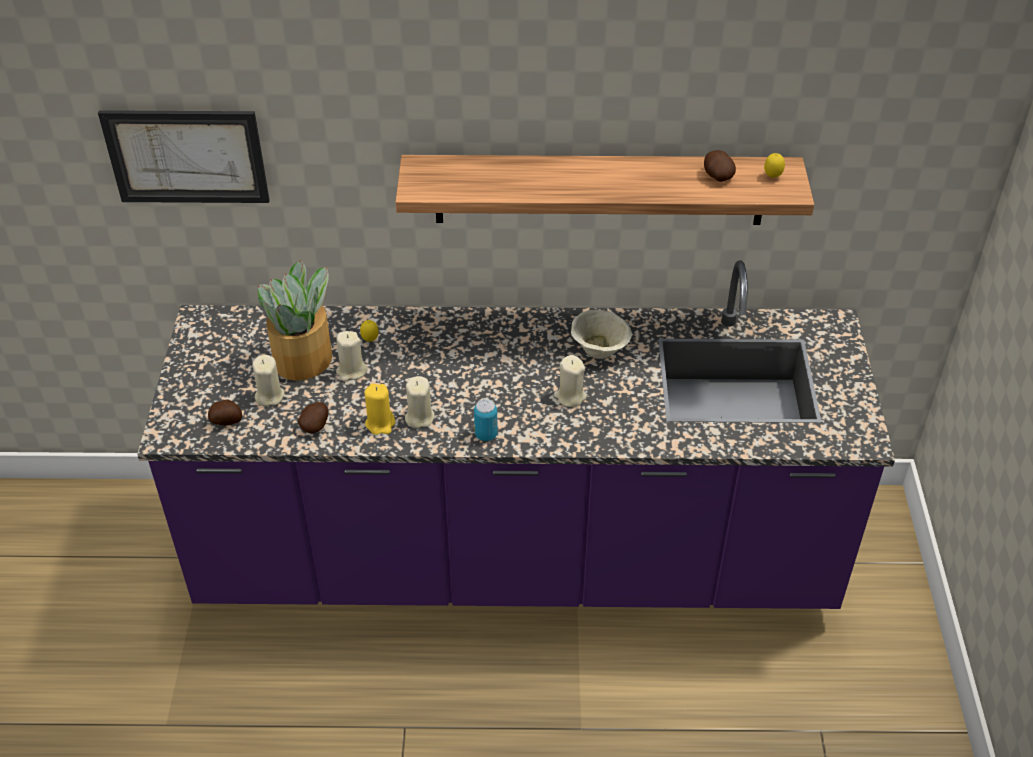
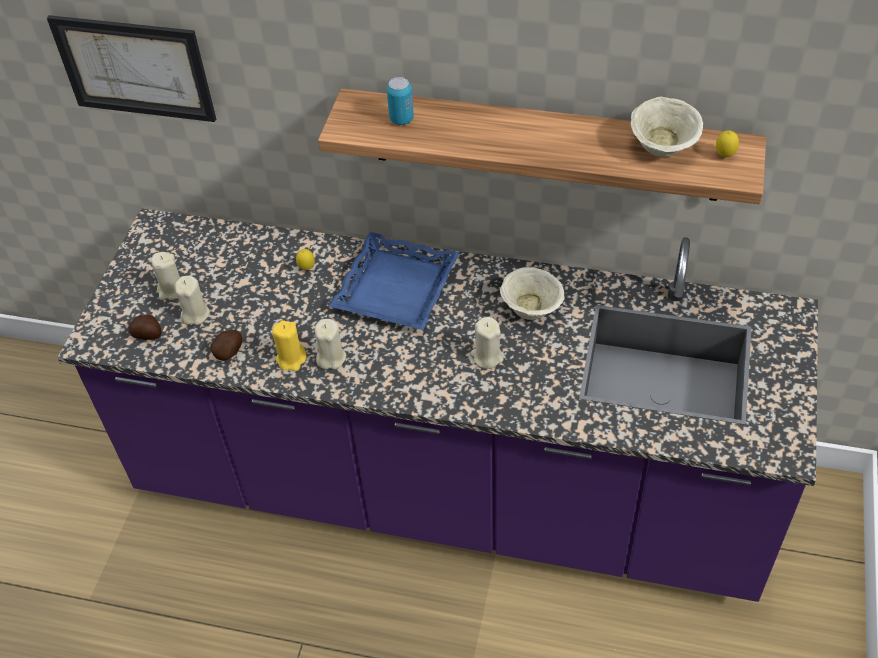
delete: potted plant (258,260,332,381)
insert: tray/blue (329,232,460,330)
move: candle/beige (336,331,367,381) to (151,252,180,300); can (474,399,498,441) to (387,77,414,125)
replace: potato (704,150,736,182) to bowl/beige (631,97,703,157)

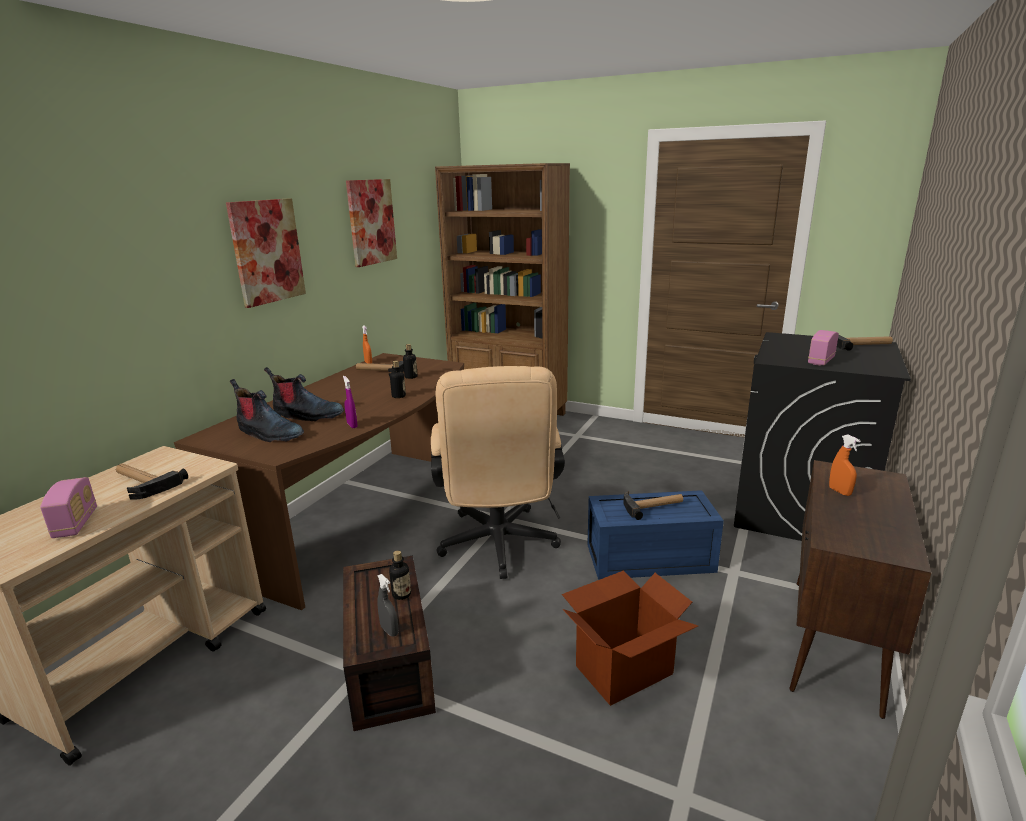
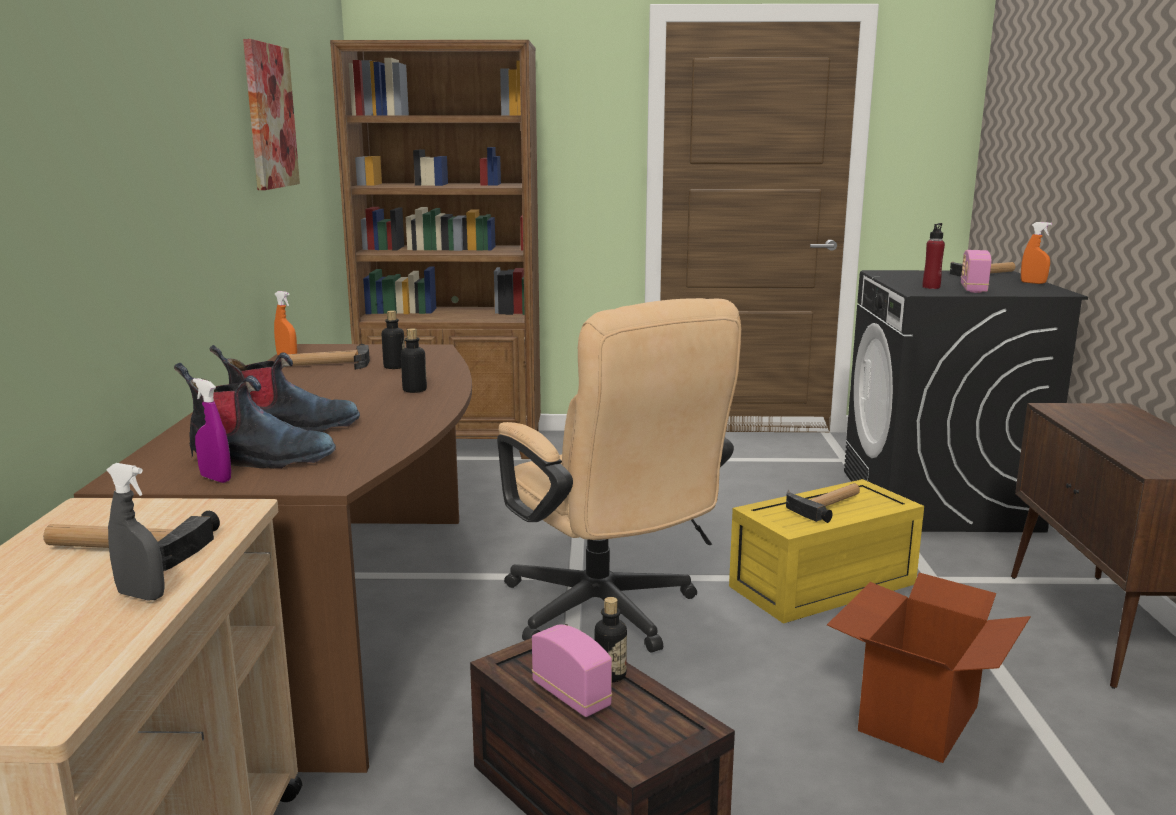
delete: picture (226,198,306,308)
insert: bottle/red (922,223,945,289)
move: radio (40,477,97,538) to (532,624,612,717); spray bottle/purple (343,376,358,428) to (193,378,231,483); spray bottle/grey (377,574,398,637) to (106,463,165,600); spray bottle/orange (829,434,861,496) to (1021,222,1052,284)
recolor: storage box/blue (587,490,724,580) to storage box/yellow (729,479,924,624)

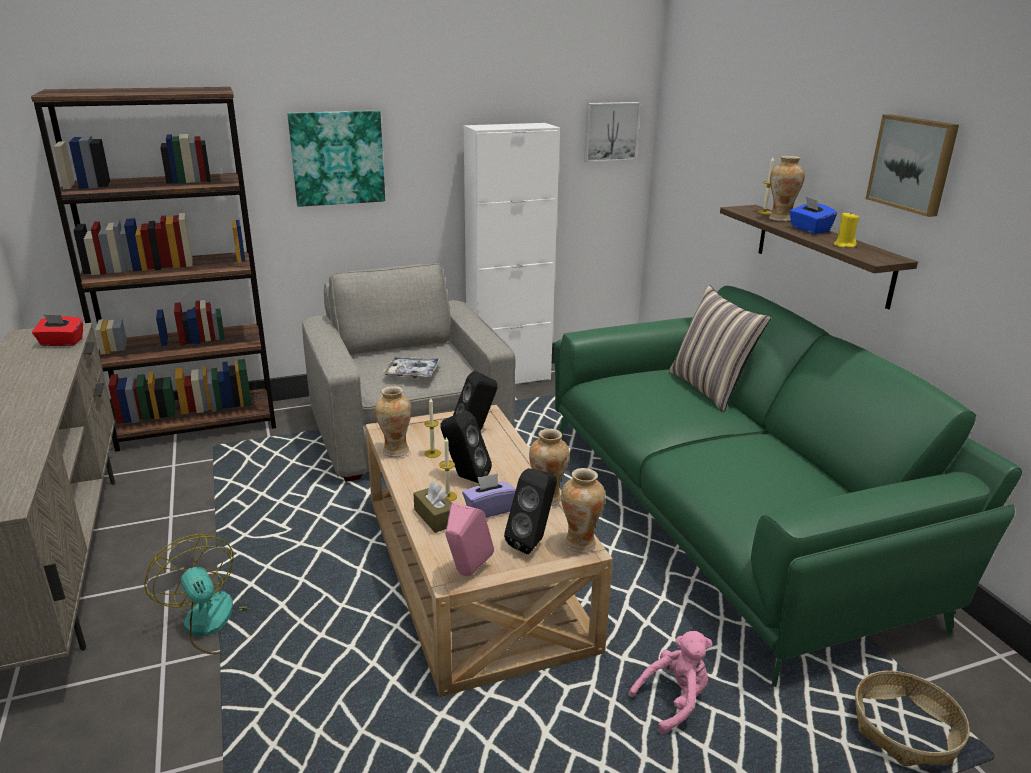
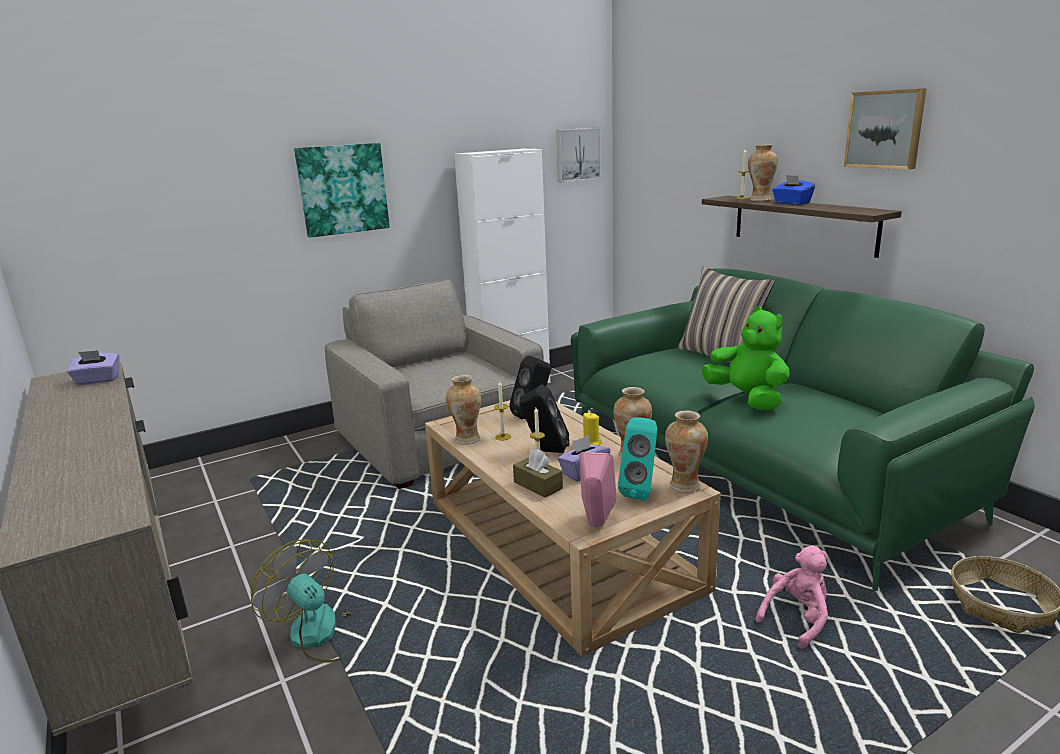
delete: bookcase/brown (31,87,276,452); tray (382,356,441,378)
insert: plush toy/green (702,306,790,410)
move: candle/yellow (834,212,859,248) to (583,412,602,446)
recolor: tissue box/red (32,314,83,346) to tissue box/purple (67,350,120,385); speaker/black (504,468,557,554) to speaker/turquoise (618,418,657,501)

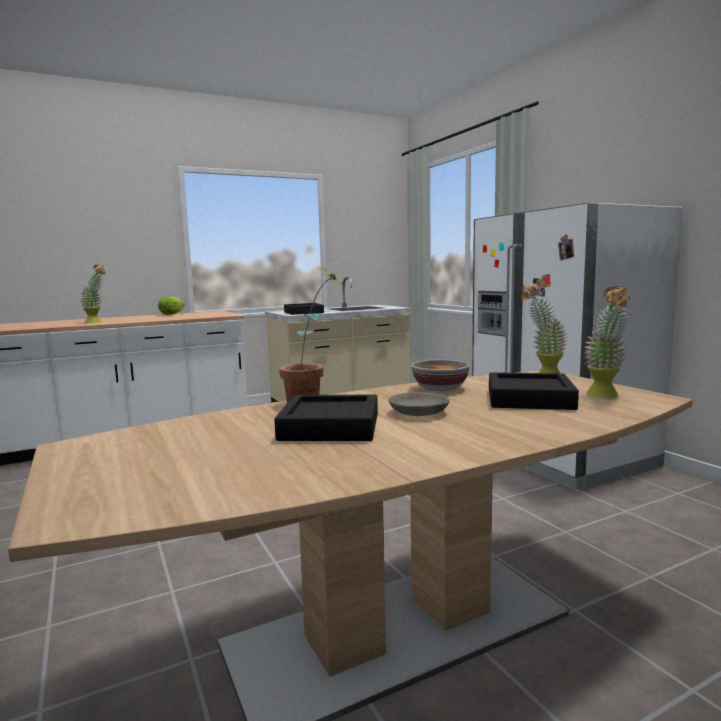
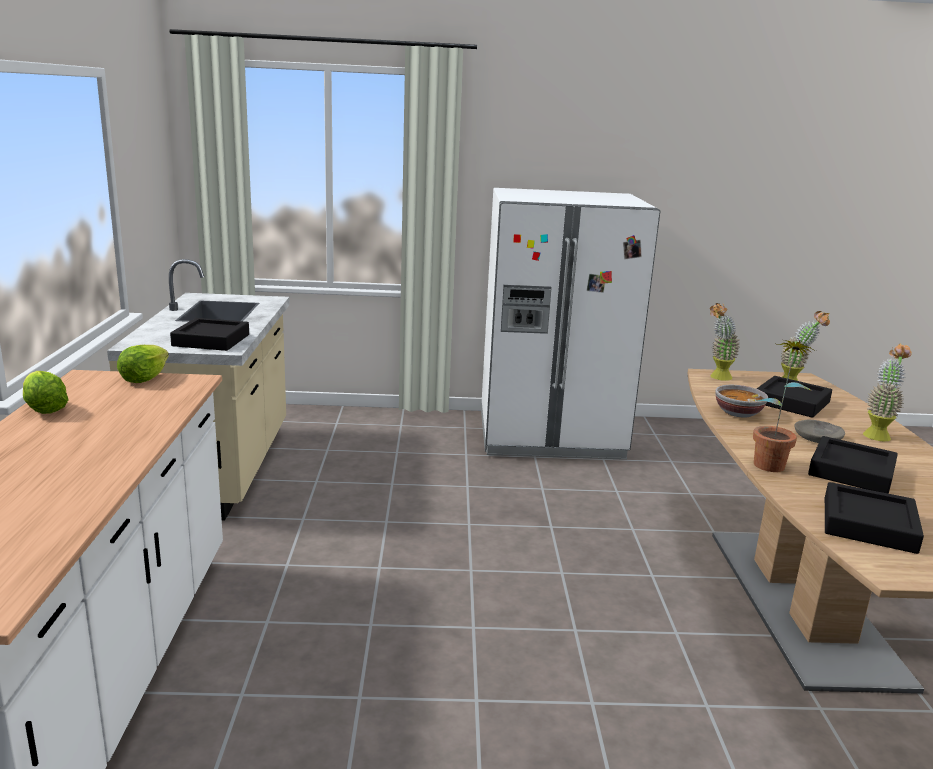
insert: lettuce (117,345,169,383); tray/black (825,482,924,554)
move: potted plant (80,265,105,323) to (863,343,912,441)

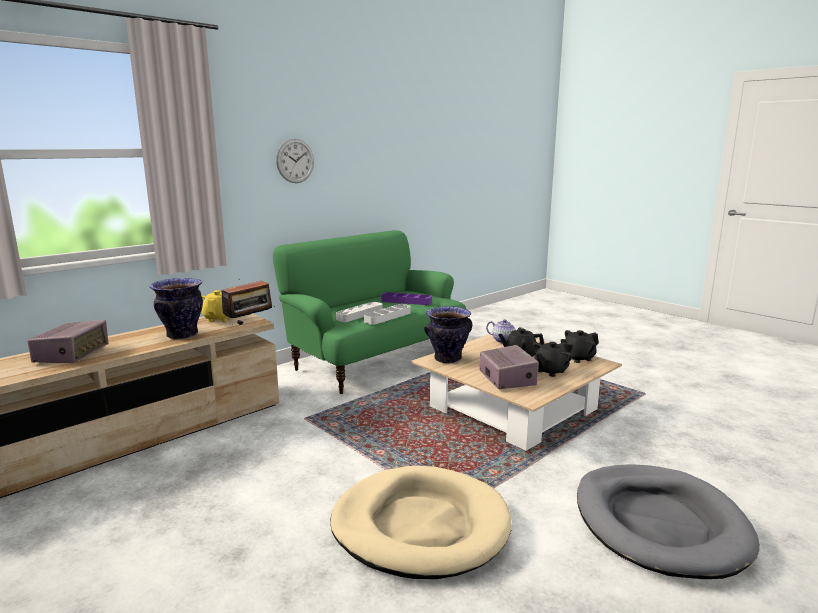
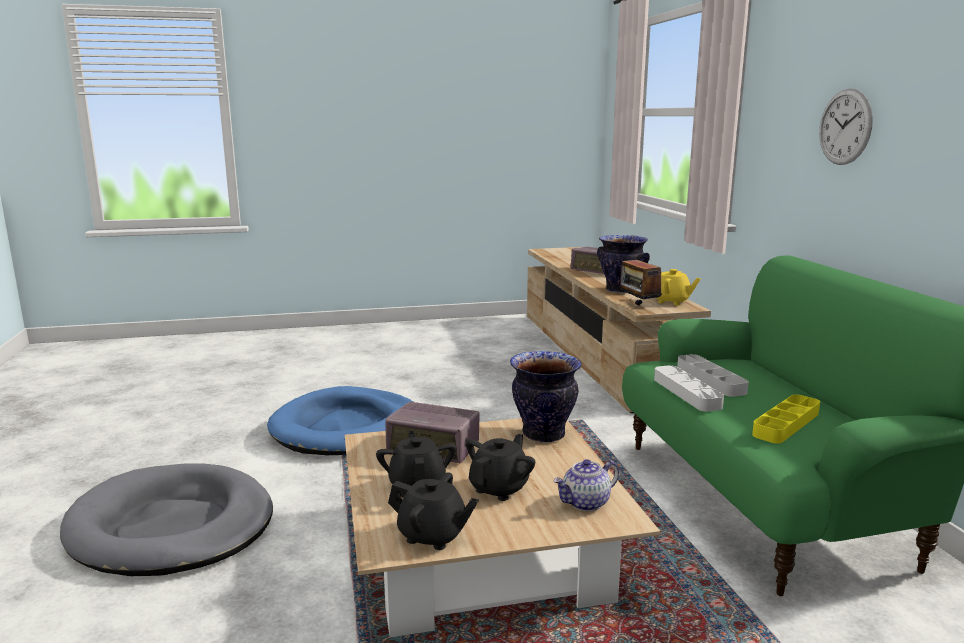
recolor: dog bed/beige (330,466,512,579) to dog bed/blue (267,386,413,455); tray/purple (381,292,432,305) to tray/yellow (752,394,820,443)
rotate: teapot/black (561,330,599,363) = (388,473,479,550) 105 degrees clockwise

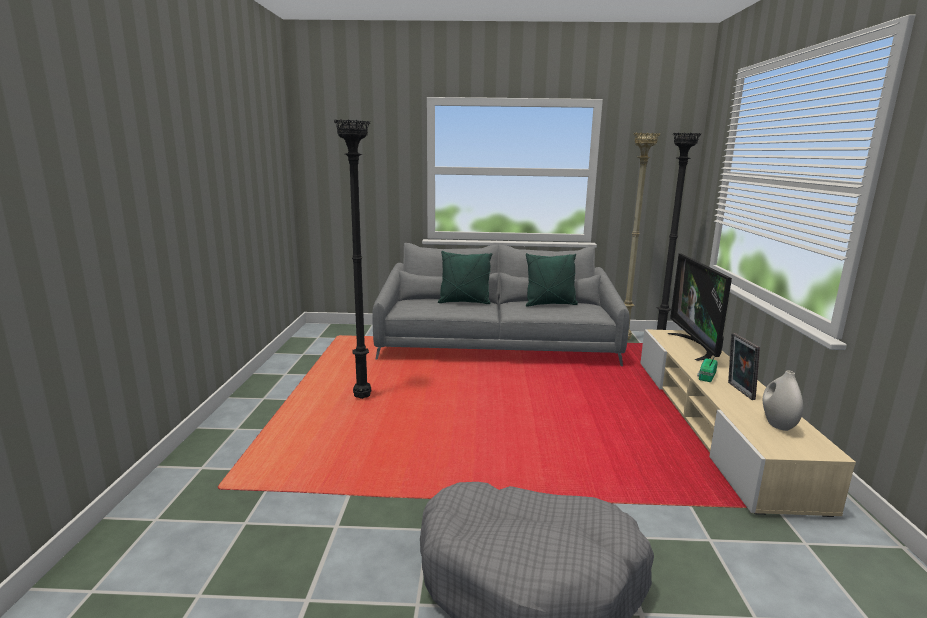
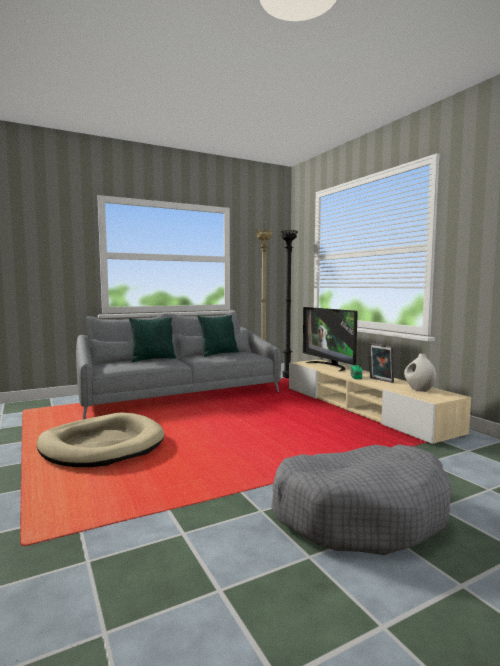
replace: floor lamp/black (334,119,371,399) to dog bed/beige (37,413,165,467)

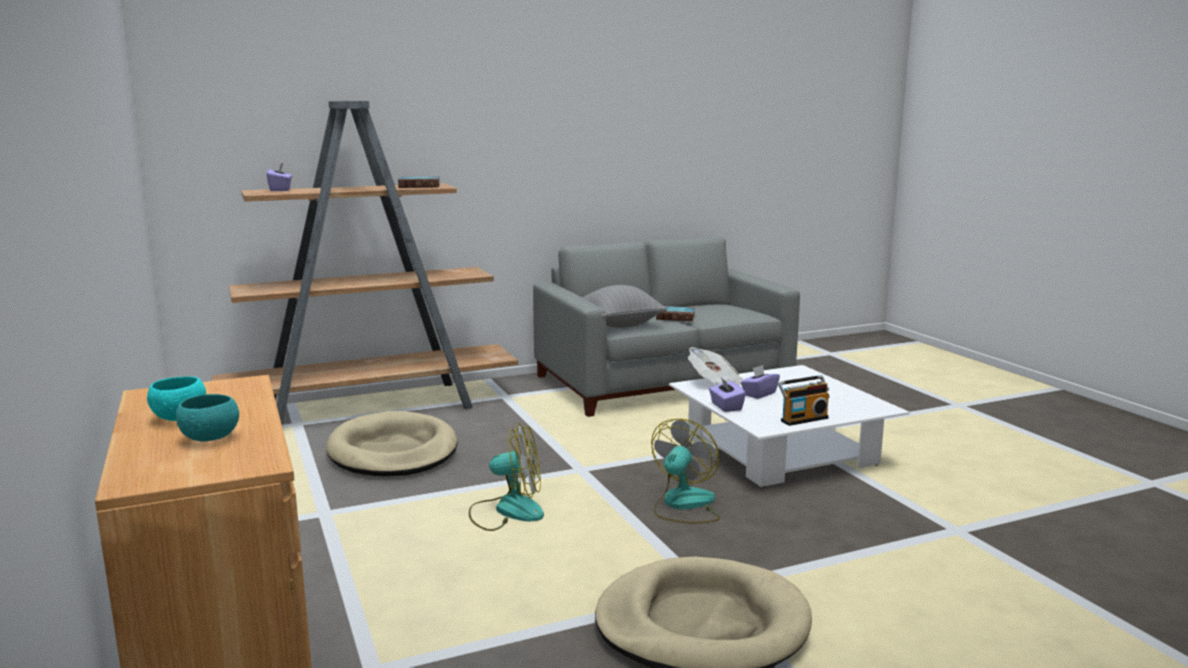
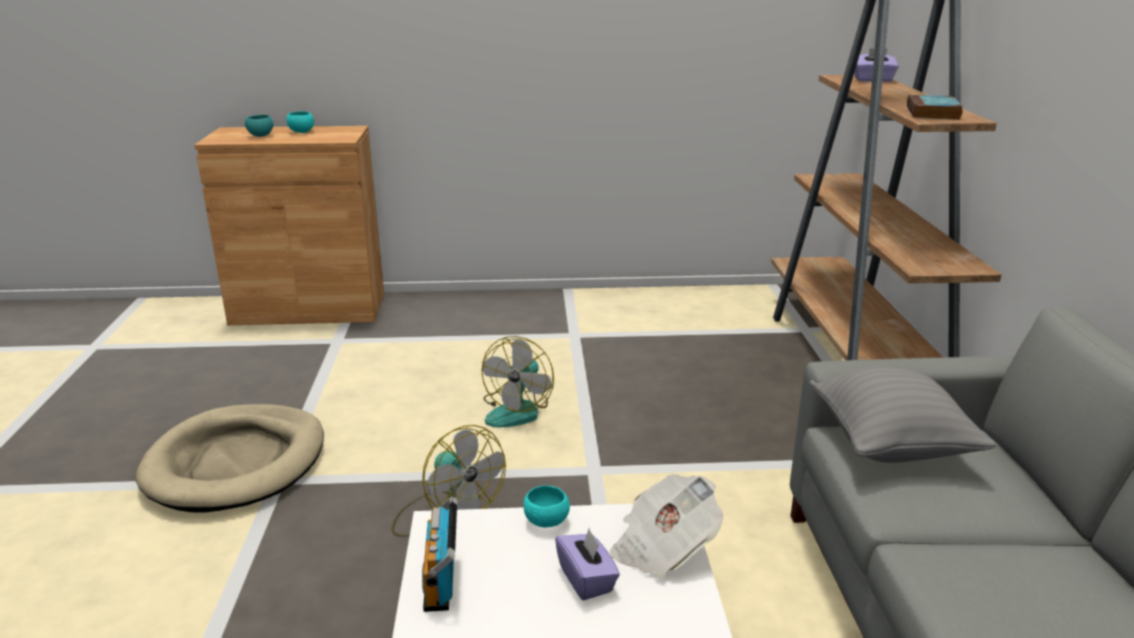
delete: dog bed/beige (326,411,457,476); book (656,306,695,321)
replace: tissue box/purple (709,378,746,412) to bowl/turquoise (523,485,570,528)

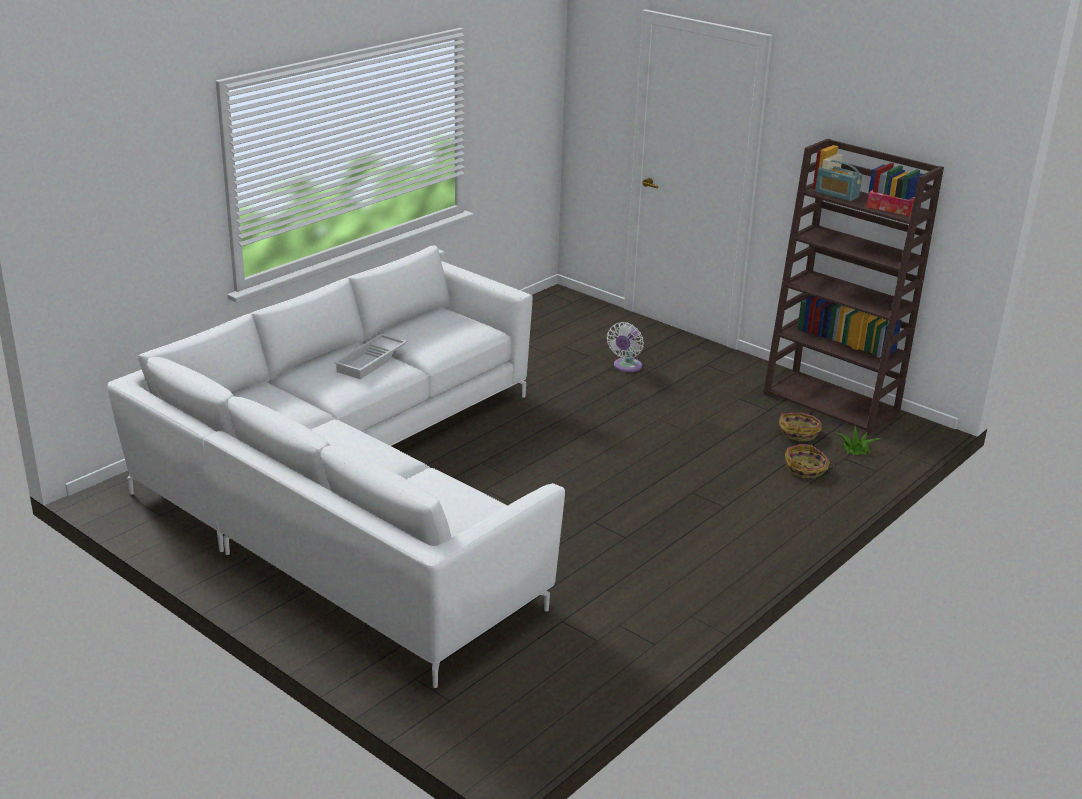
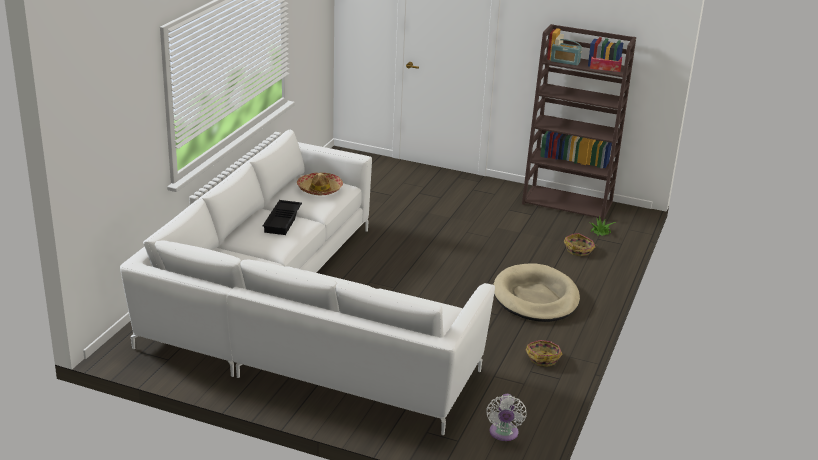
insert: hat (297,172,343,195); dog bed/beige (493,263,580,322)
move: fan/white (607,322,644,372) to (486,394,527,441); basket (779,413,822,441) to (526,340,563,367)
recolor: tray/white (334,334,407,379) to tray/black (263,200,302,235)

